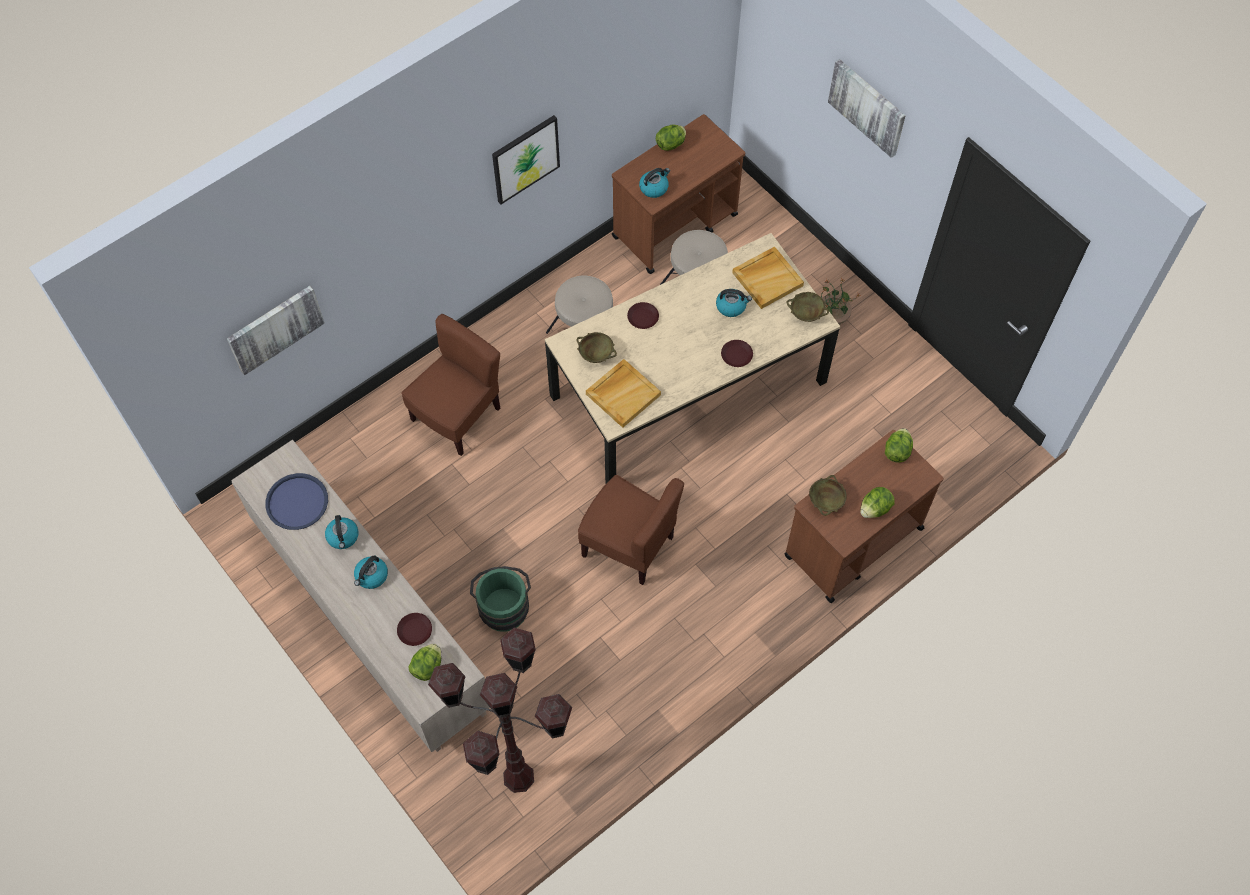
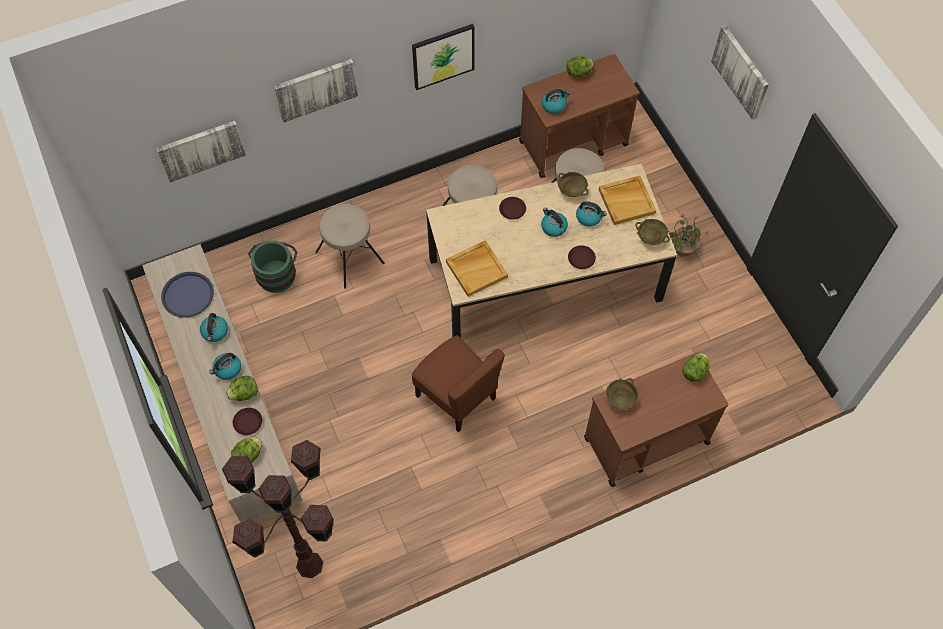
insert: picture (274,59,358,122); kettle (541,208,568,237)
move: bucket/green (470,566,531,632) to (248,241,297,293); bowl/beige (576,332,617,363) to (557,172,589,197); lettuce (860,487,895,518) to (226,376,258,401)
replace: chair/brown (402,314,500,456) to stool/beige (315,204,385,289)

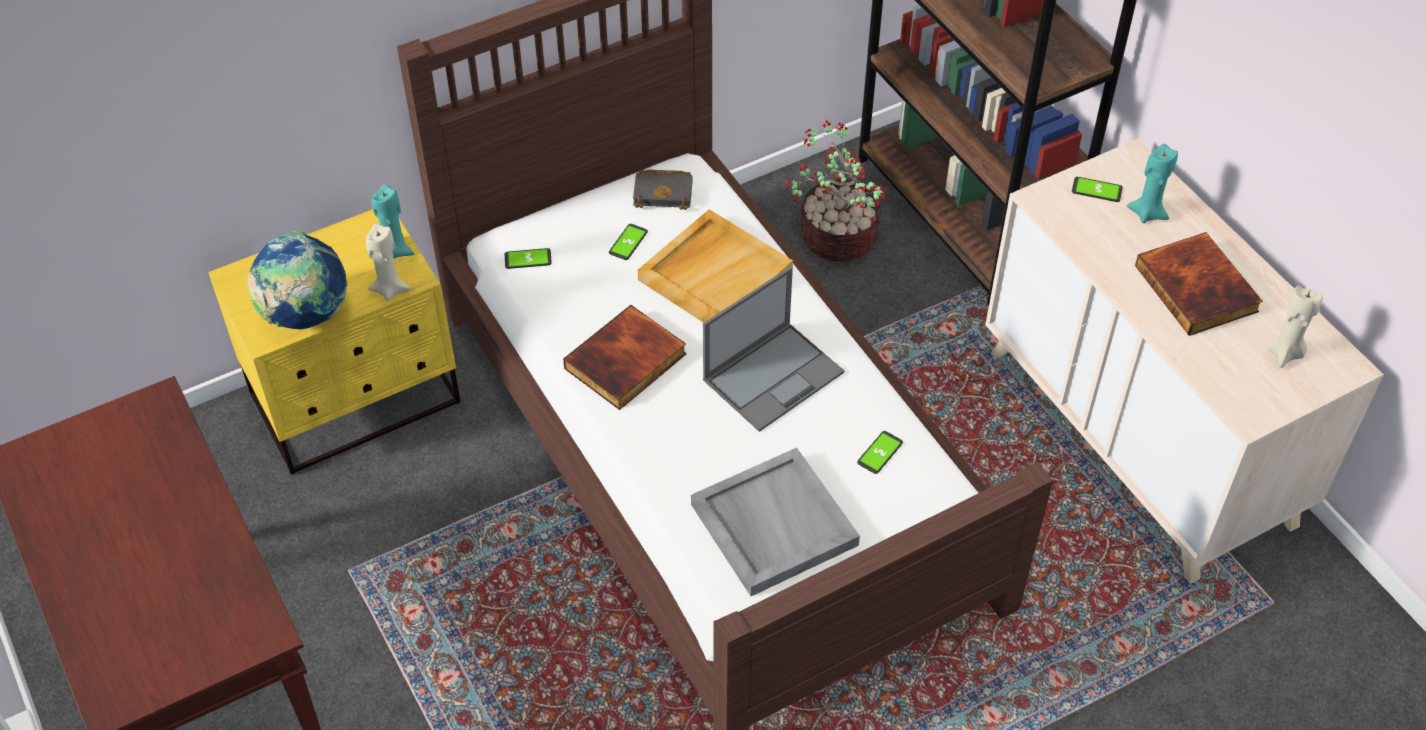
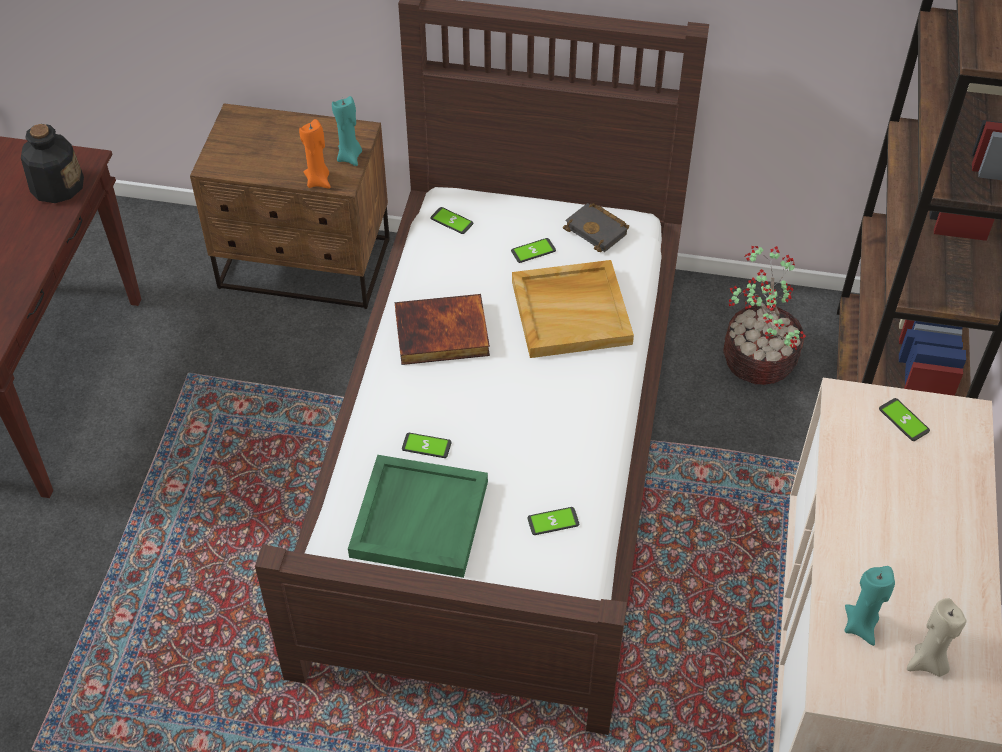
delete: globe (247,231,347,329); laptop (703,266,844,432); book (1135,232,1262,336)
insert: bottle (21,124,84,203); phone (402,433,452,458)
move: candle/turquoise (1127,144,1178,223) to (844,566,895,646)
recolor: nightstand/yellow (208,209,461,475) to nightstand/brown (190,103,390,309); candle/beige (366,223,411,301) to candle/orange (299,119,331,189); tray/grey (691,448,860,596) to tray/green (348,455,488,578)

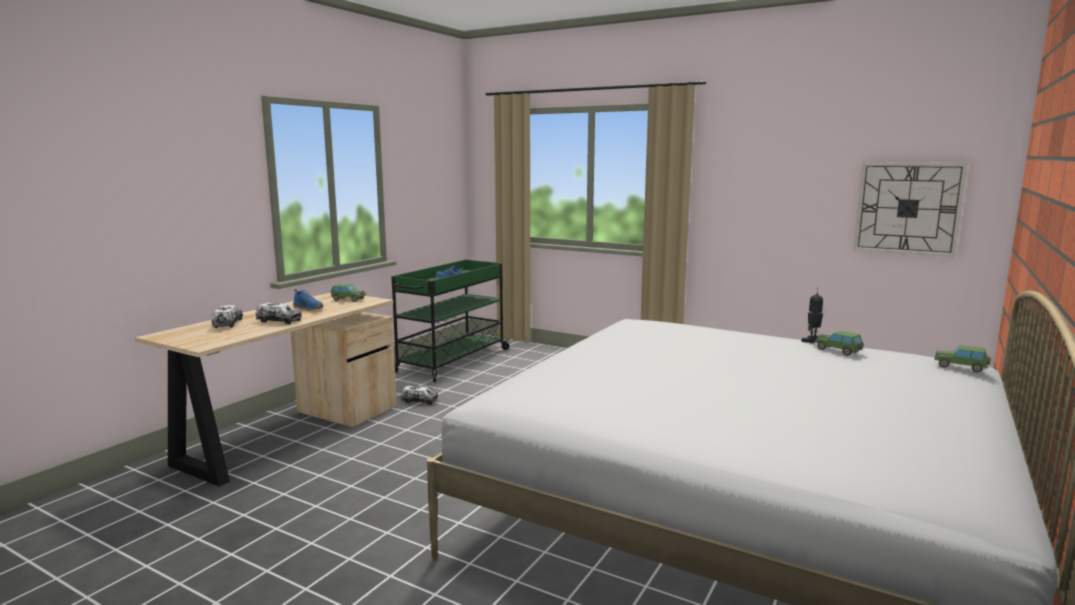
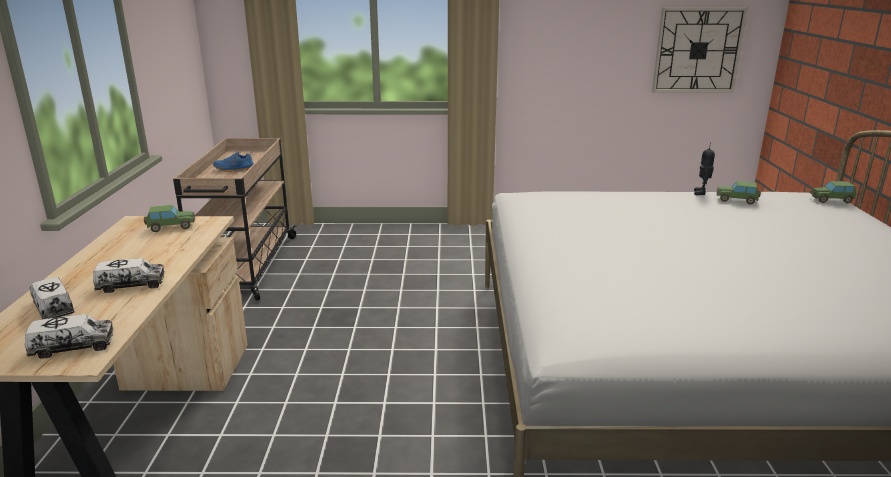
delete: shoe/blue (293,289,323,311)
move: toy truck (401,386,438,405) to (25,314,114,359)
recolor: cart/green (392,260,510,382) to cart/beige (173,138,297,301)

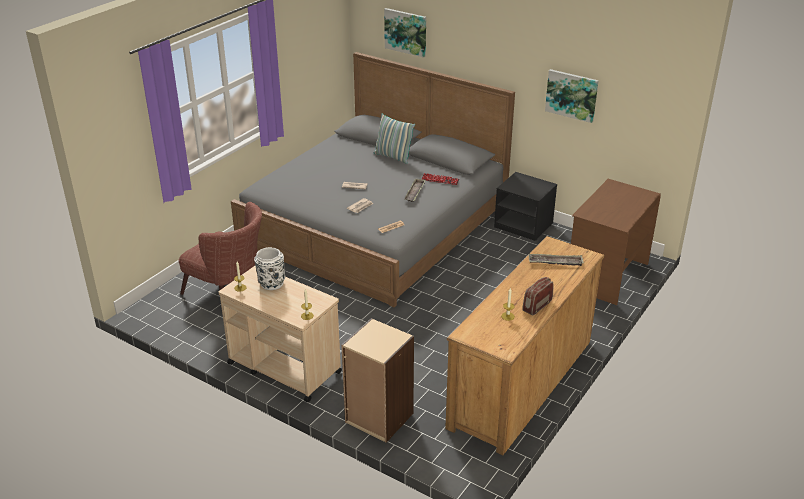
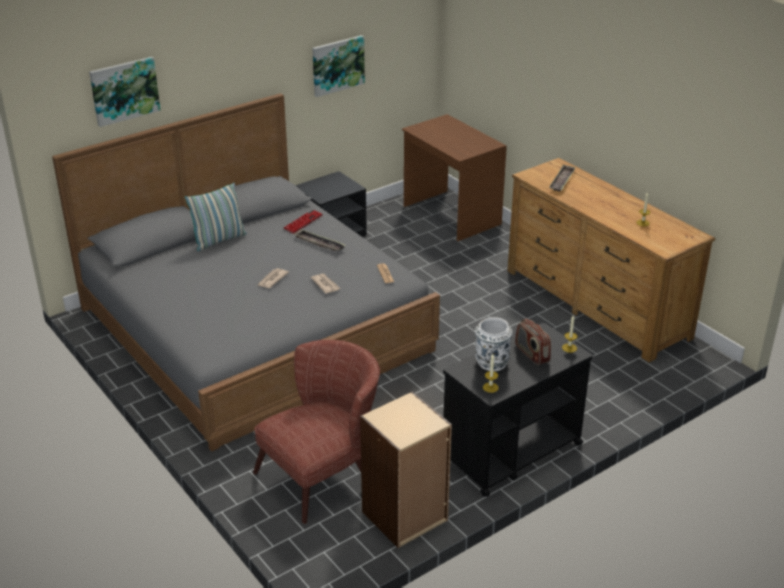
move: bookcase/beige (341,318,414,443) to (360,391,452,548); radio (522,277,553,315) to (515,319,551,365)
recolor: cart/beige (218,266,342,402) to cart/black (443,323,593,497)

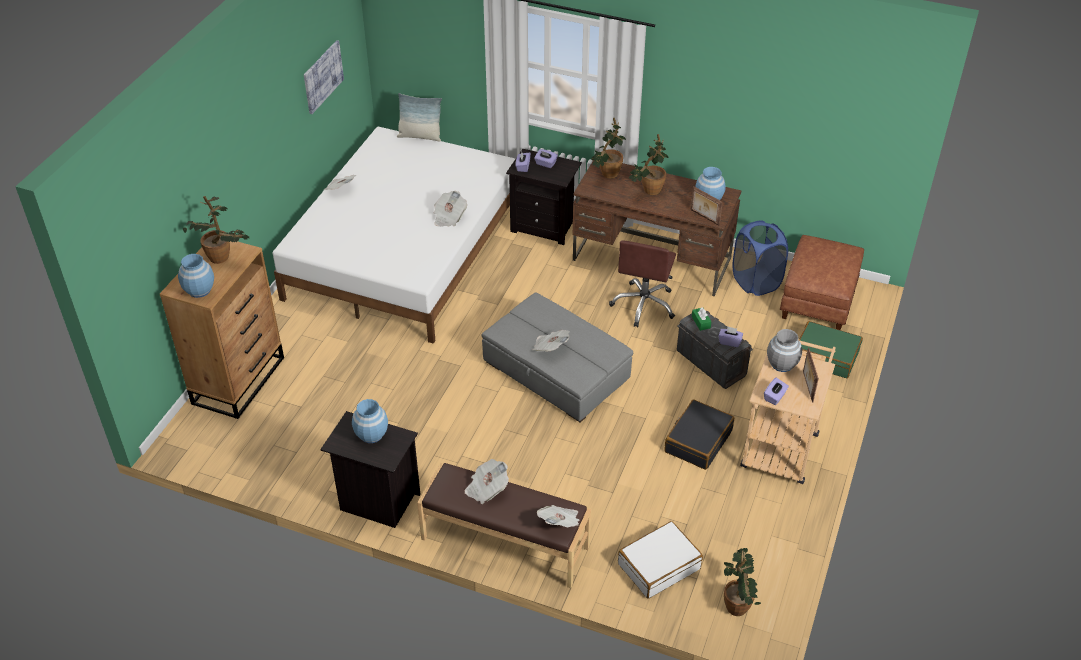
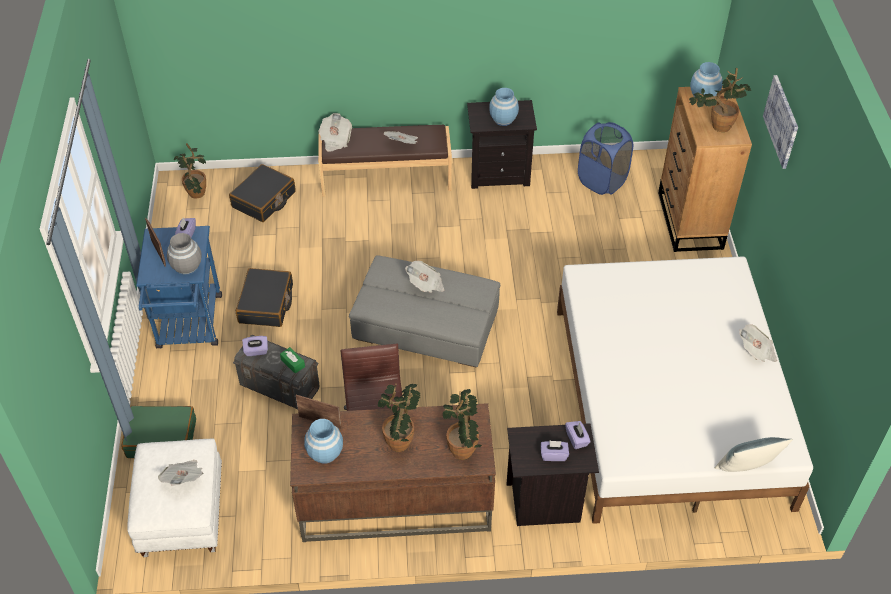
move: picture (304,40,344,114) to (763,75,798,169); newspaper (434,191,467,227) to (158,460,203,486); laundry basket/blue (732,220,788,296) to (578,122,633,195)
recolor: suitcase/white (618,521,703,599) to suitcase/black (229,164,296,222); cart/beige (740,340,836,484) to cart/blue (136,226,222,348); ottoman/brown (780,235,864,330) to ottoman/white (127,439,222,557)

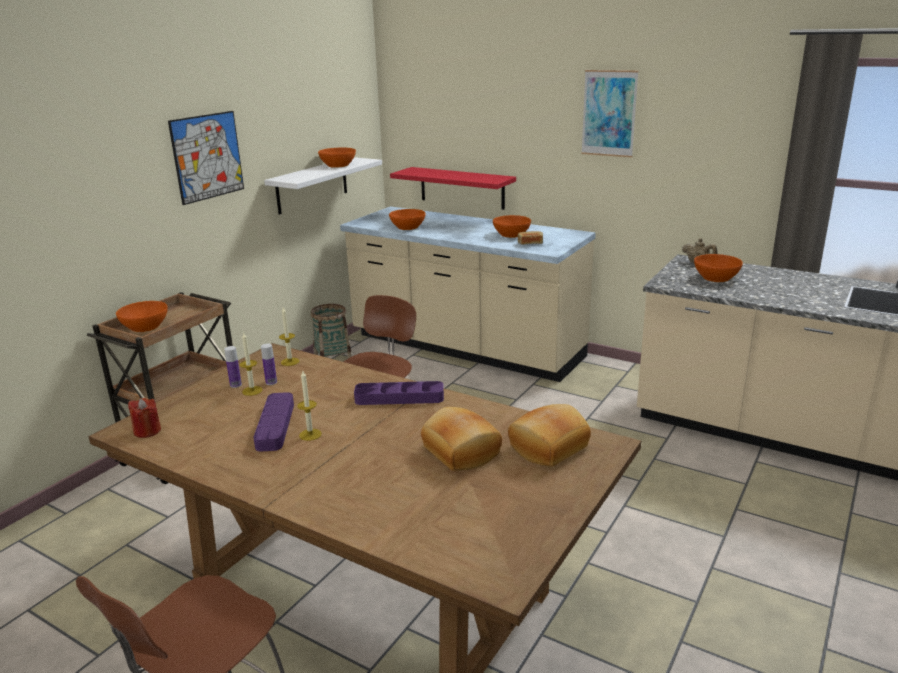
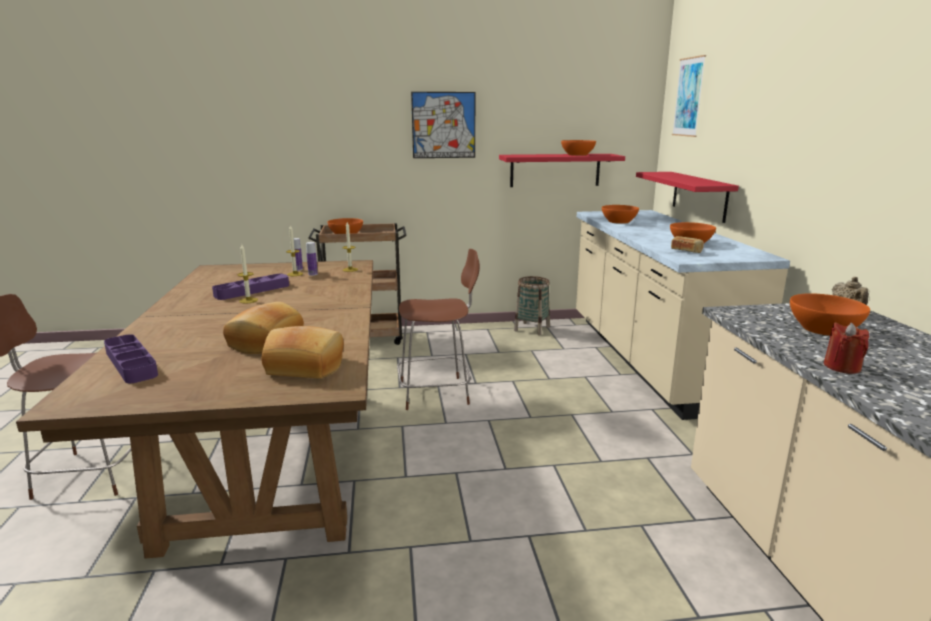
move: candle/red (128,398,161,438) to (824,322,869,374); tray/purple (354,381,444,405) to (104,334,158,383); picture (581,70,639,157) to (672,55,706,137)
recolor: shelf/white (264,157,382,214) to shelf/red (499,154,625,187)

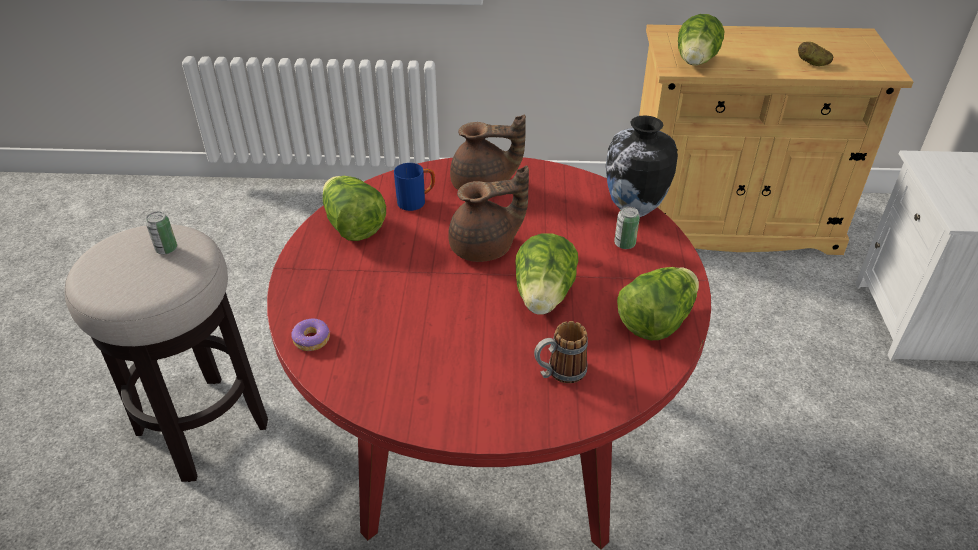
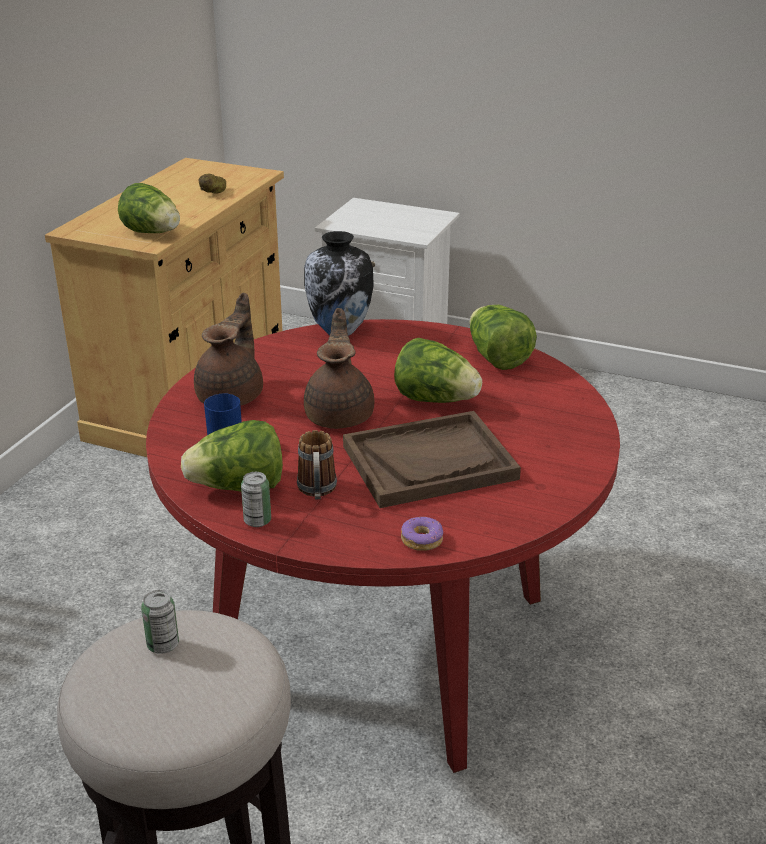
insert: tray/brown (343,411,521,508)
move: mug (534,321,588,383) to (297,430,337,499); can (614,206,640,249) to (241,472,271,527)

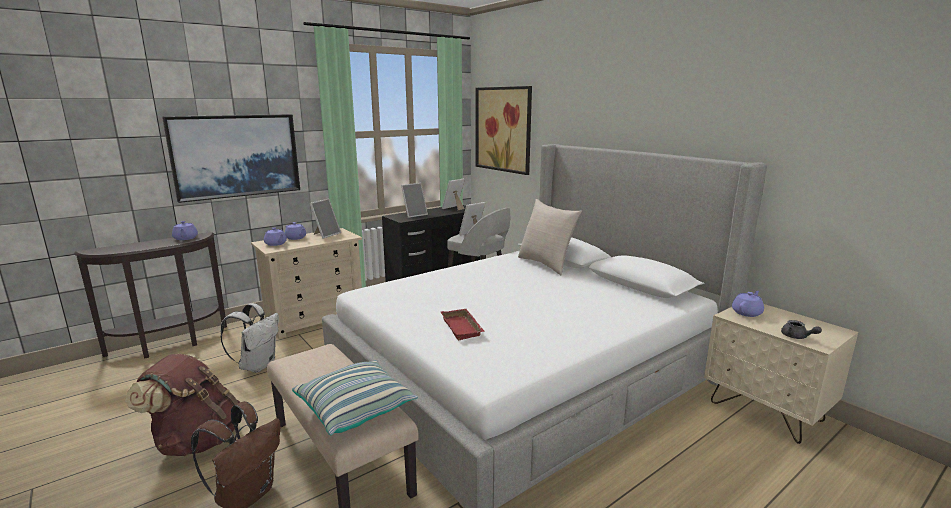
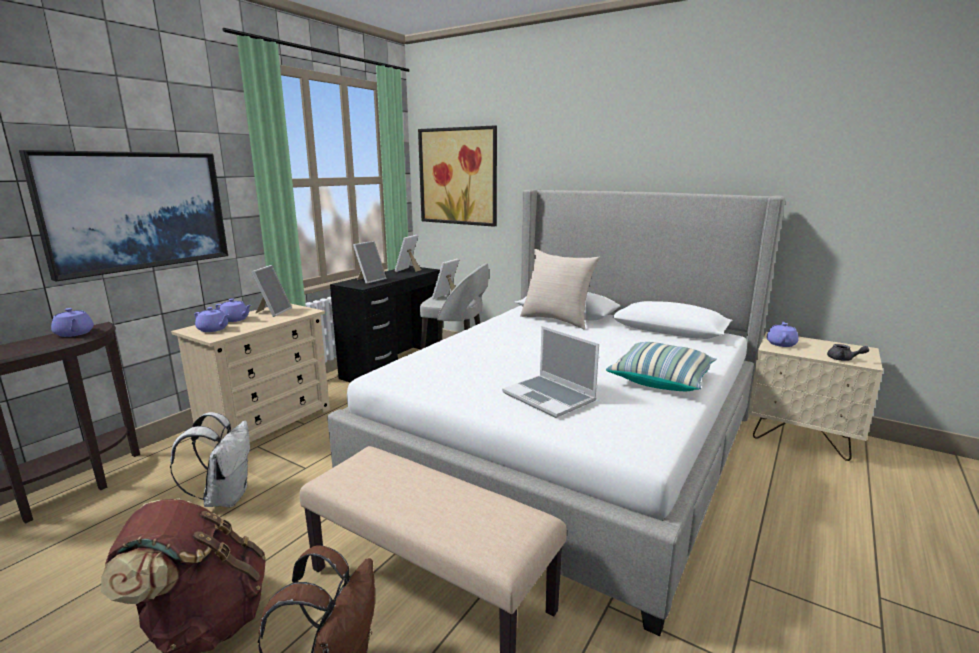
move: pillow (292,360,418,435) to (606,342,717,391)
replace: tray/red (441,309,485,340) to laptop (502,326,599,418)

